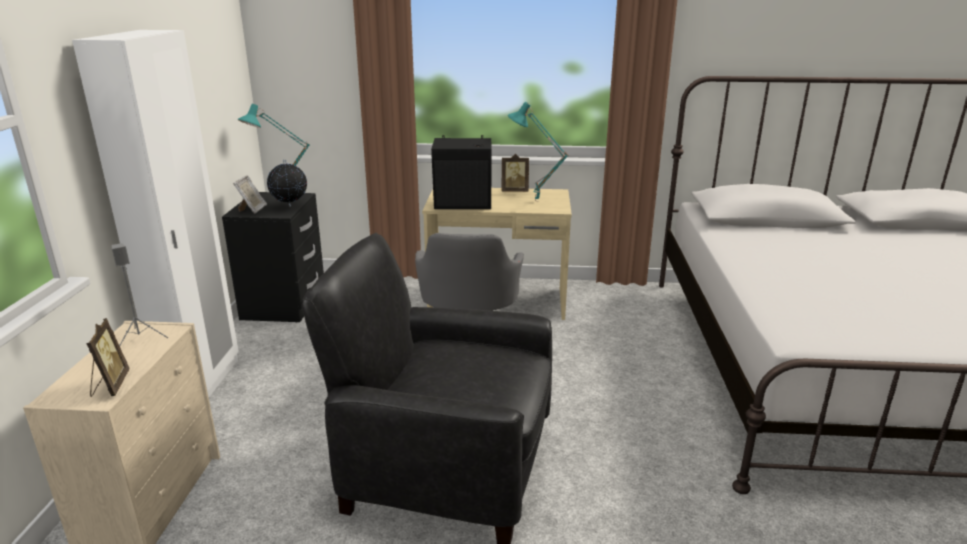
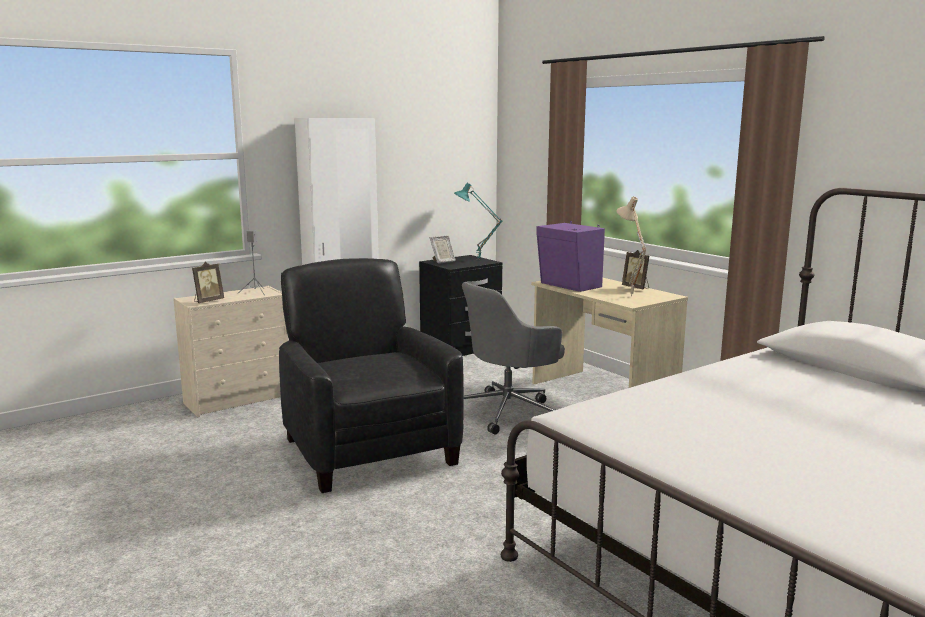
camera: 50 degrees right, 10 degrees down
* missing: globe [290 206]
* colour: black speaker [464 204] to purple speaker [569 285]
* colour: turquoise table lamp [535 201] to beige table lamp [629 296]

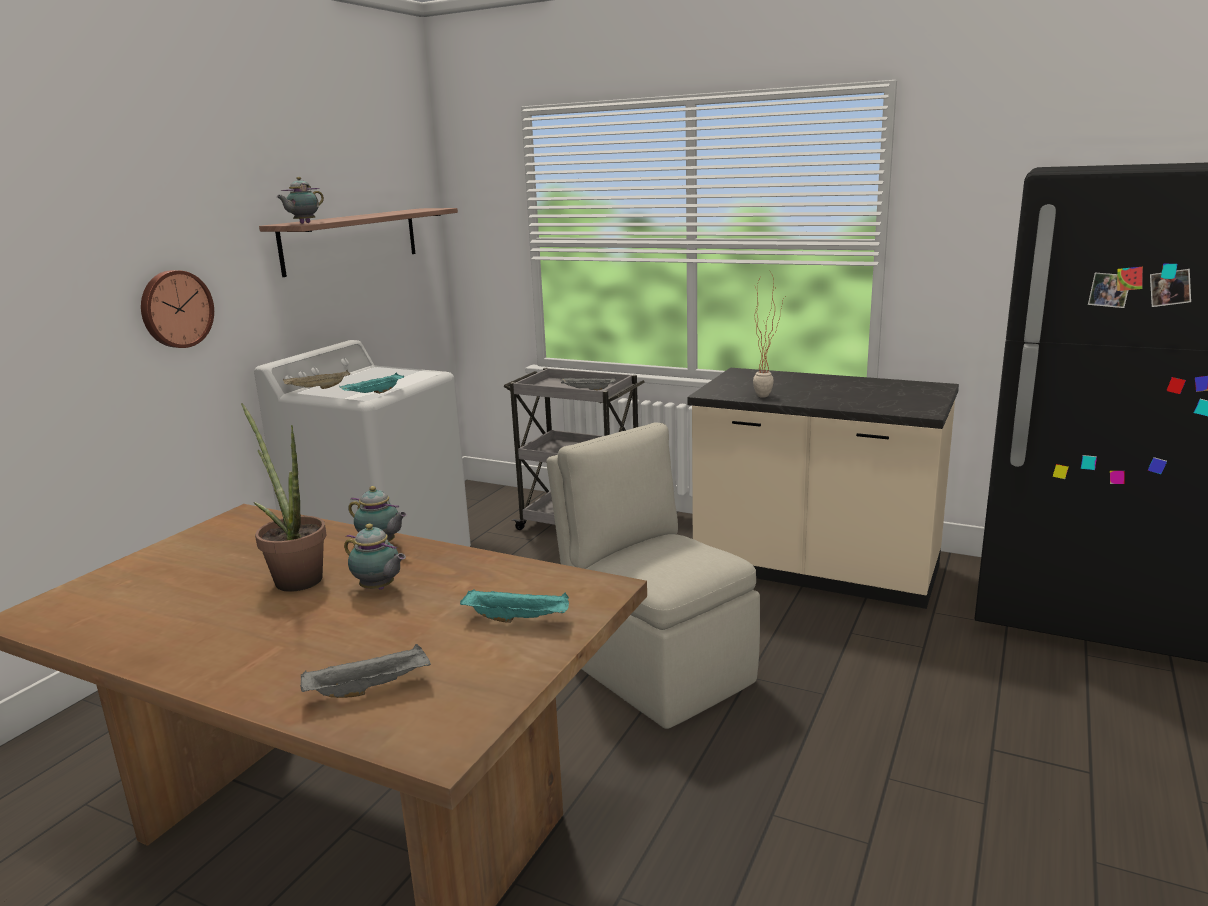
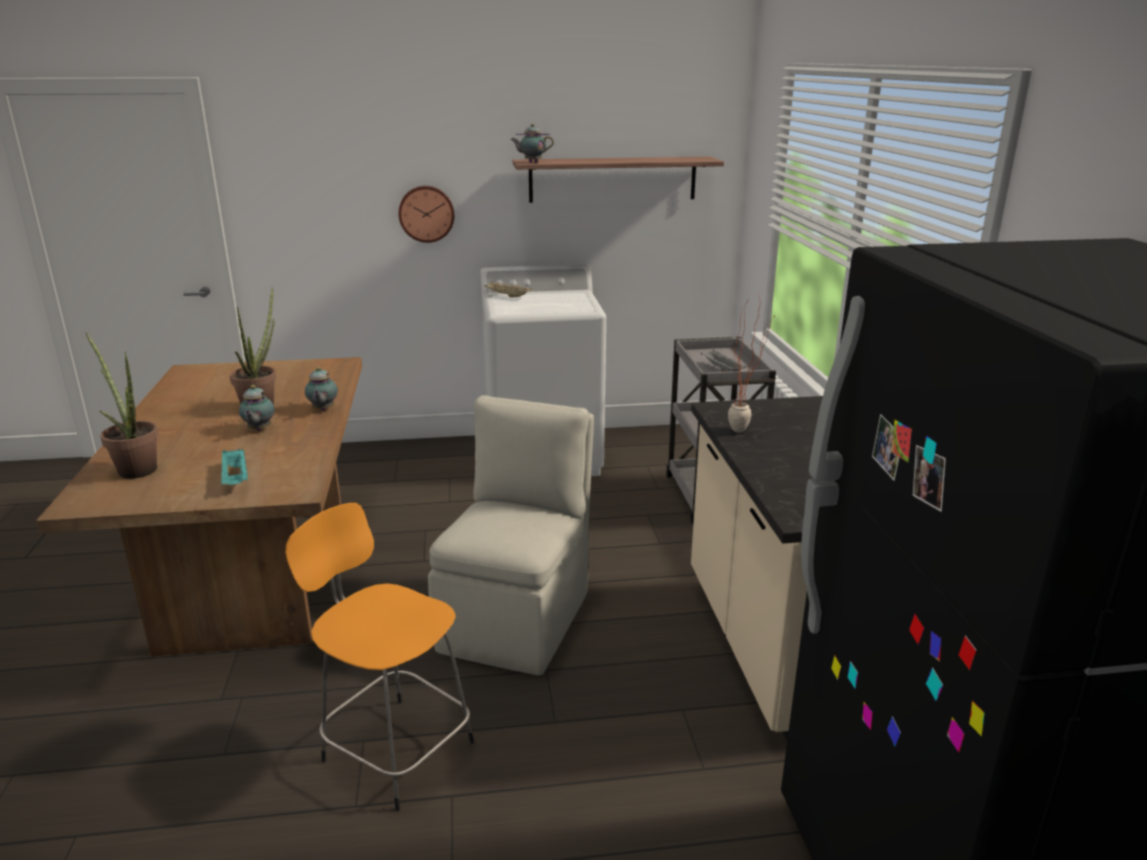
camera: 55 degrees right, 5 degrees up
* missing: turquoise tray [374 394]
* appeared: orange stool [395 748]
* exchanged: grey tray [370 688] to potted plant [134 468]

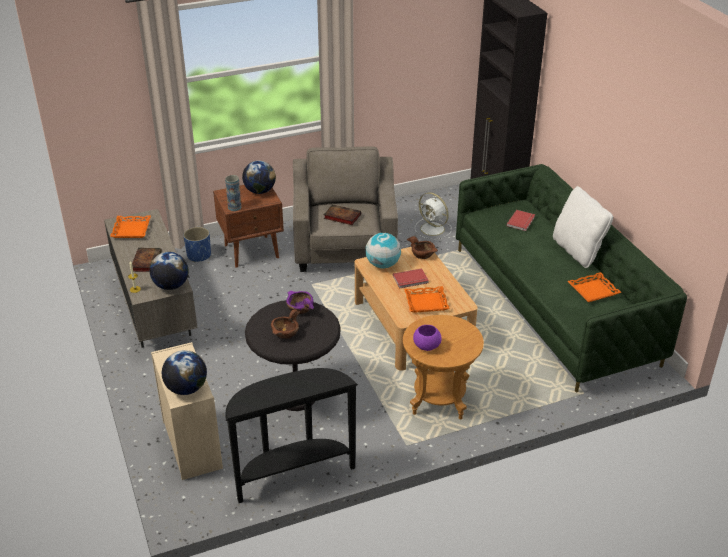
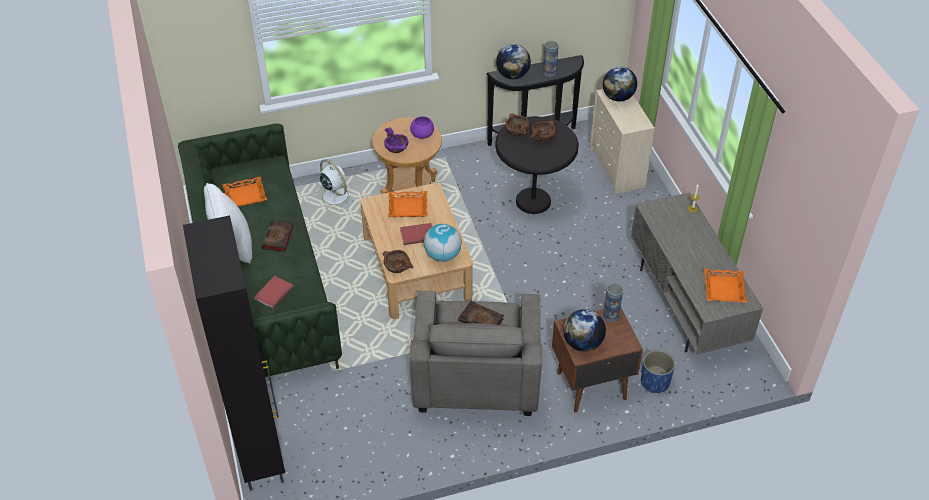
camera: 175 degrees left, 10 degrees up
* appeared: brown bowl [517 130]
* appeared: vase [549 72]
* relocated: book [146 261] to [278 238]
* relocated: globe [171 286] to [512 75]
* relocated: purple bowl [300 308] to [396 148]
* relocated: white fan [433 229] to [334 195]

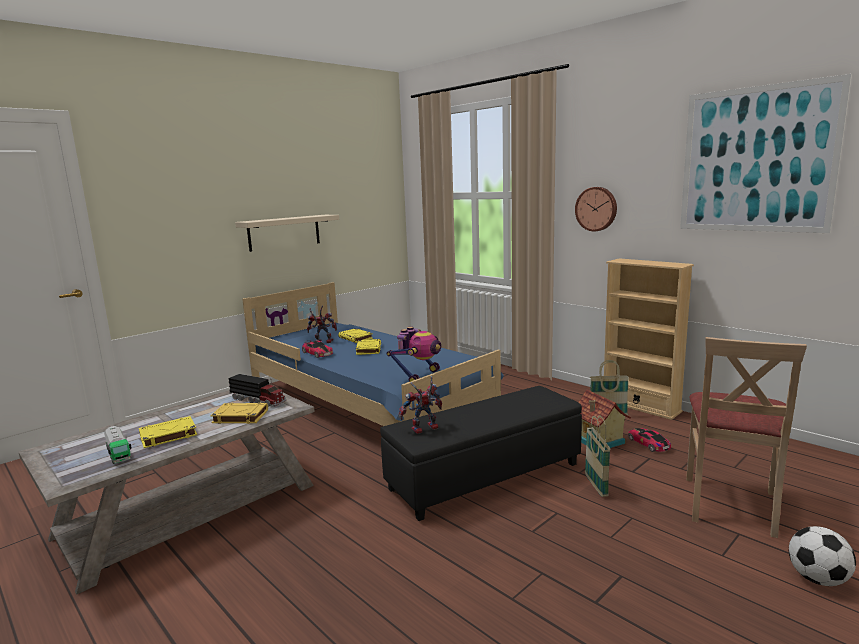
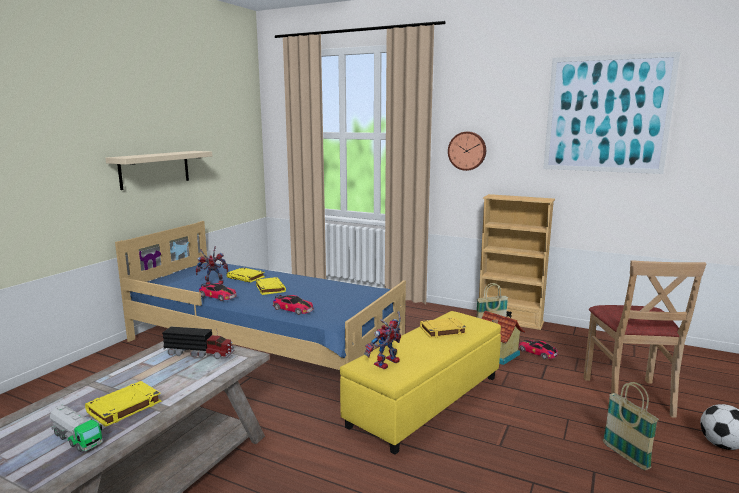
camera: 20 degrees left, 0 degrees up
* missing: toy robot [419 376]
* appeared: toy car [293 309]
* relocated: yellow book [239 417] to [442 330]
* relocated: basket [596 485] to [625 456]
* colour: black ottoman [485 477] to yellow ottoman [427 401]

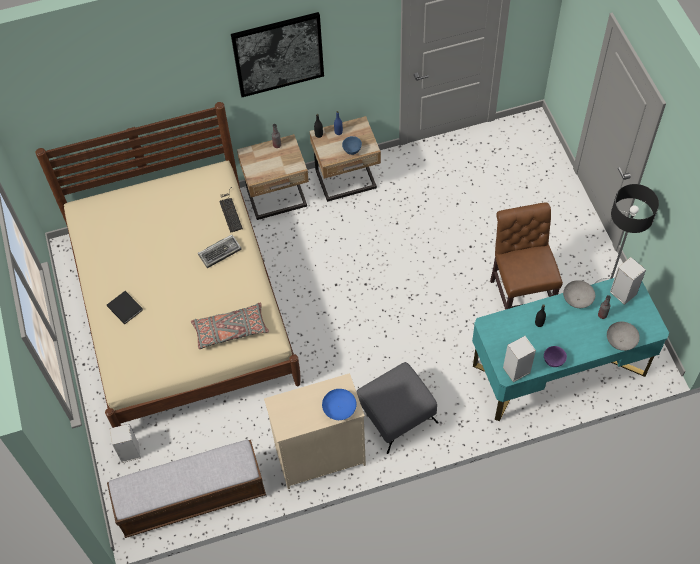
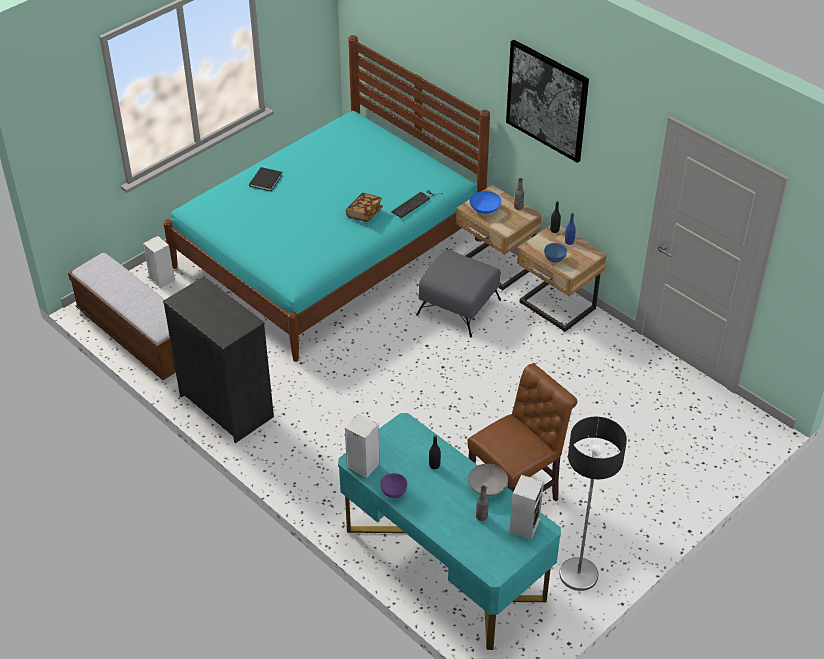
camera: 60 degrees right, 15 degrees down
* missing: grey pillow [230 330]
* missing: grey bowl [621 341]
* relocated: blue bowl [339 409] to [484 210]
* relocated: grey ottoman [395 414] to [458 307]
* exchanged: keyboard [220 252] to book [364 213]
* colour: beige bed [182 308] to turquoise bed [328 253]
* colour: beige dresser [320 456] to black dresser [227 406]

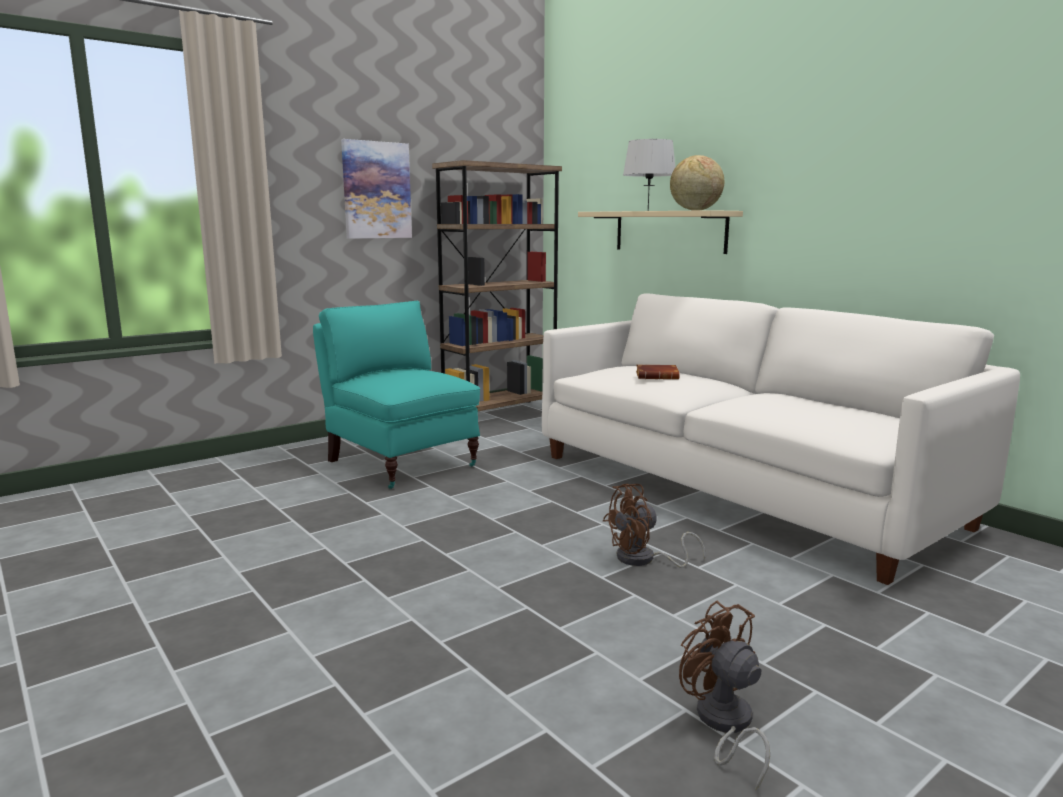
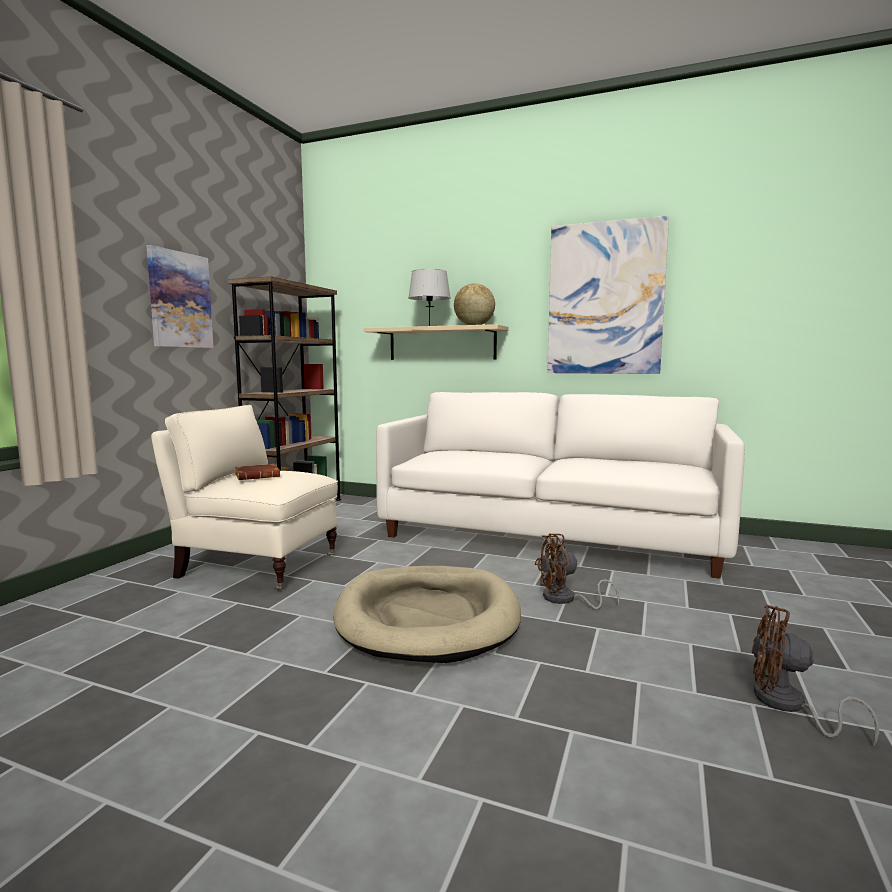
camera: 30 degrees left, 5 degrees down
* appeared: beige dog bed [427 617]
* appeared: picture [605 299]
* relocated: brown book [658 376] to [258 476]
* colour: turquoise armchair [400 462] to beige armchair [256 565]
* spun: brown fan [644 560] = [565 600] 45 degrees clockwise

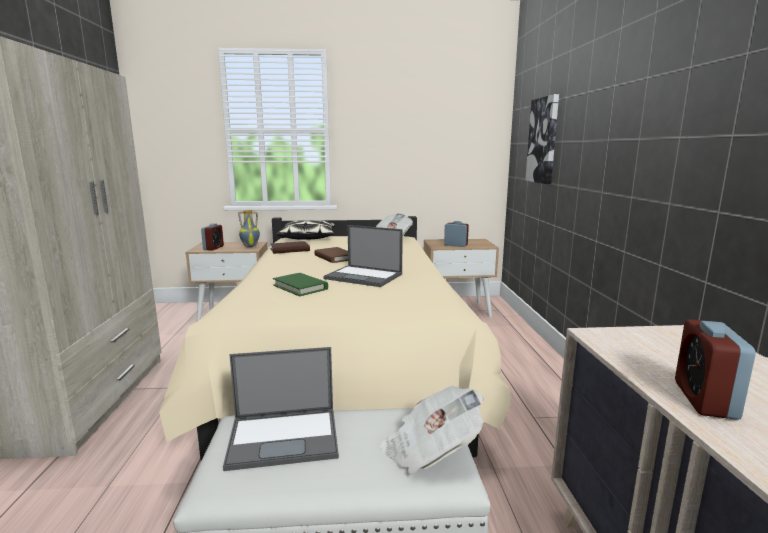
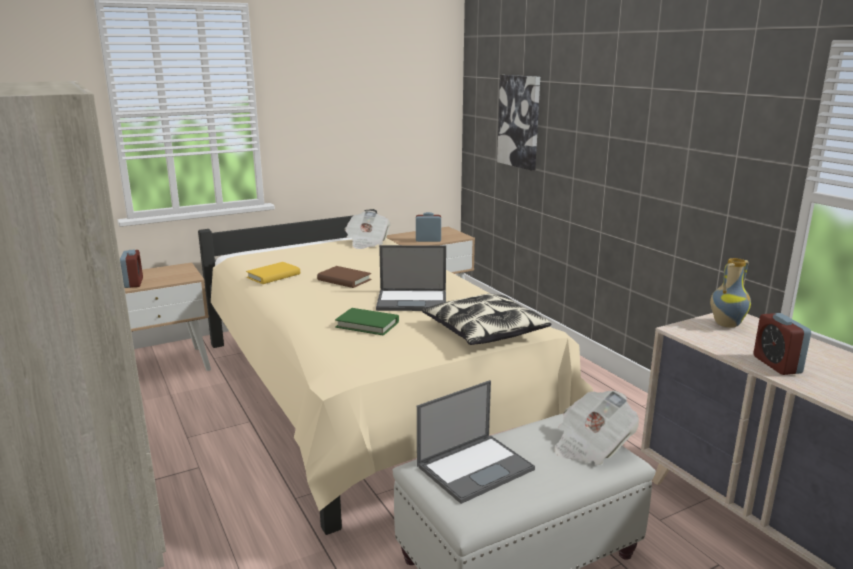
camera: 25 degrees left, 5 degrees up
* relocated: vase [250 246] to [726 324]
* relocated: pillow [308 237] to [484 331]
* colour: brown book [290 250] to yellow book [273 276]

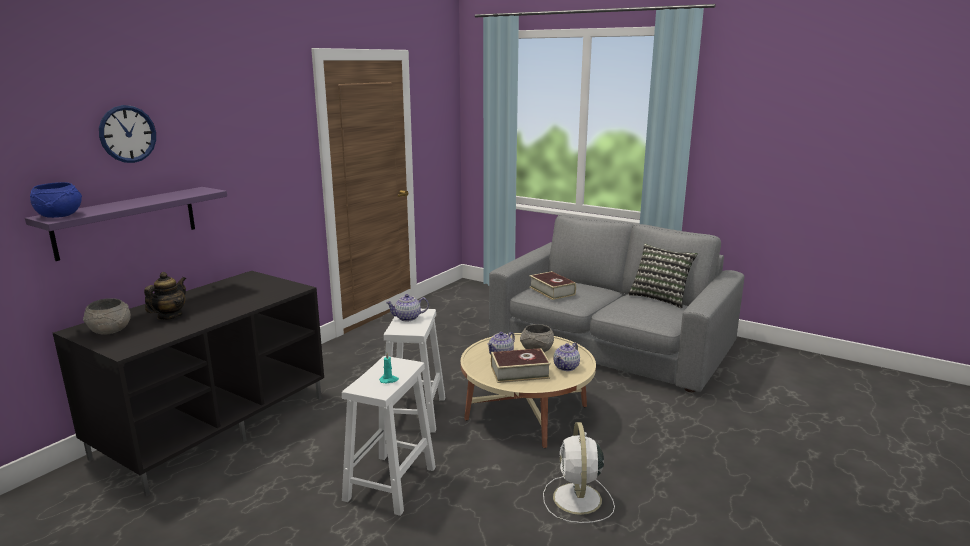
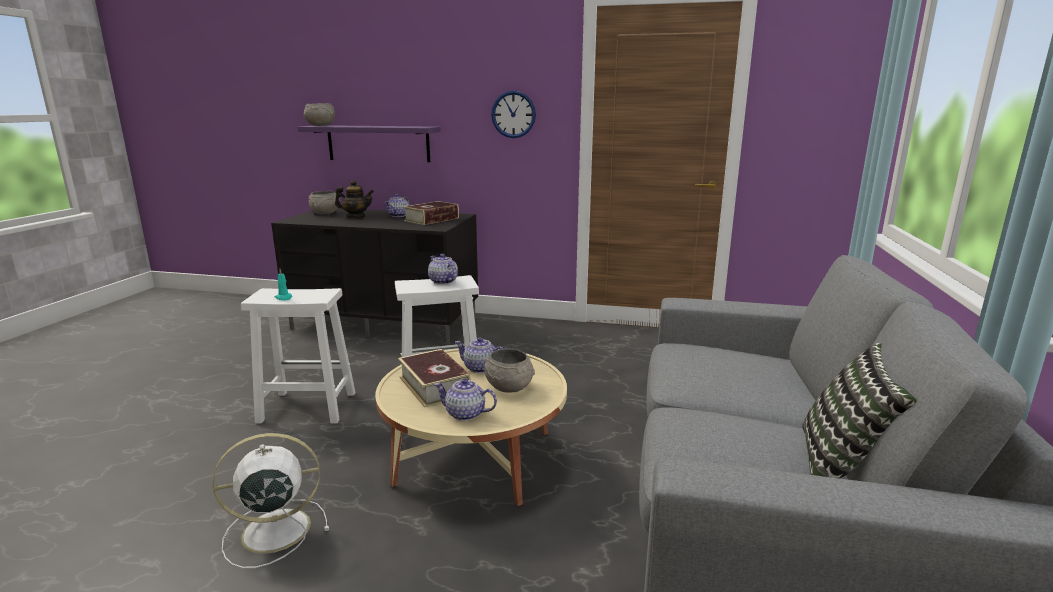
camera: 70 degrees right, 0 degrees up
* appeared: teapot [398 215]
* relocated: wall clock [127 134] to [513 114]
* relocated: book [552 291] to [432 219]
* colour: blue bowl [60 215] to grey bowl [321 125]

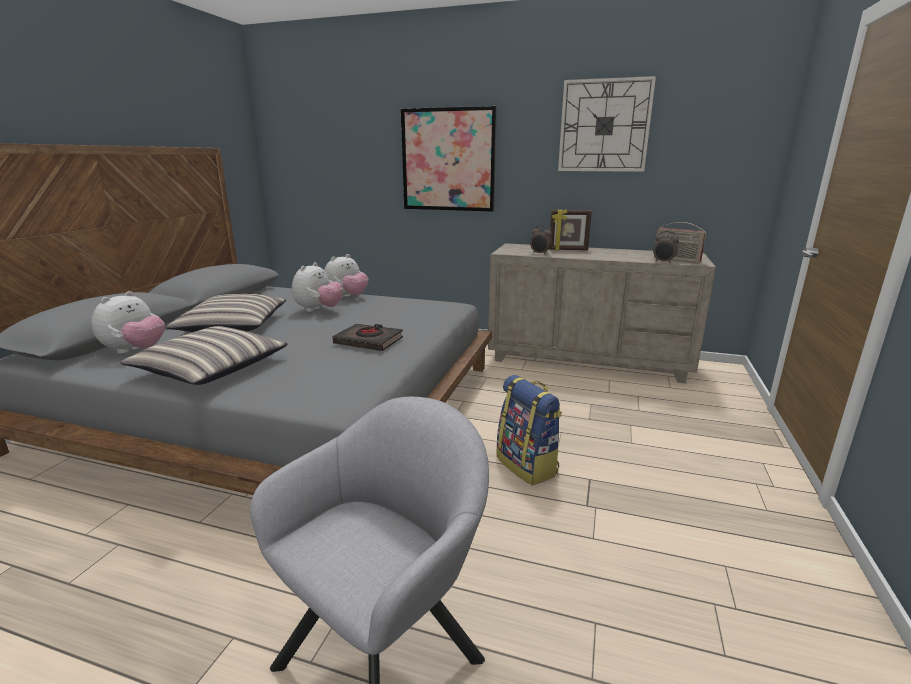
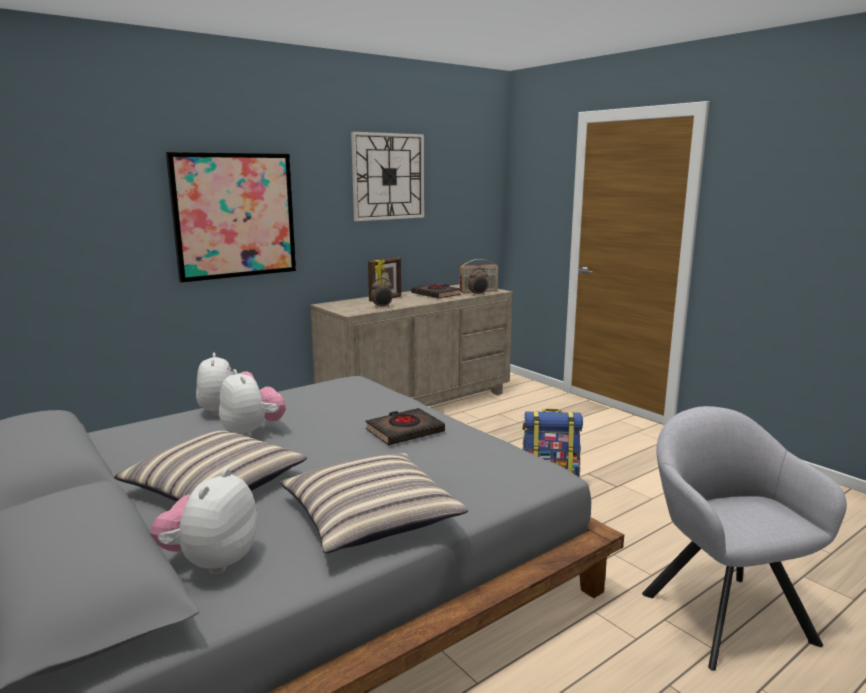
camera: 55 degrees left, 5 degrees down
* appeared: black book [436 294]
* spun: plush toy [135 351] = [211 562] 135 degrees counterclockwise

